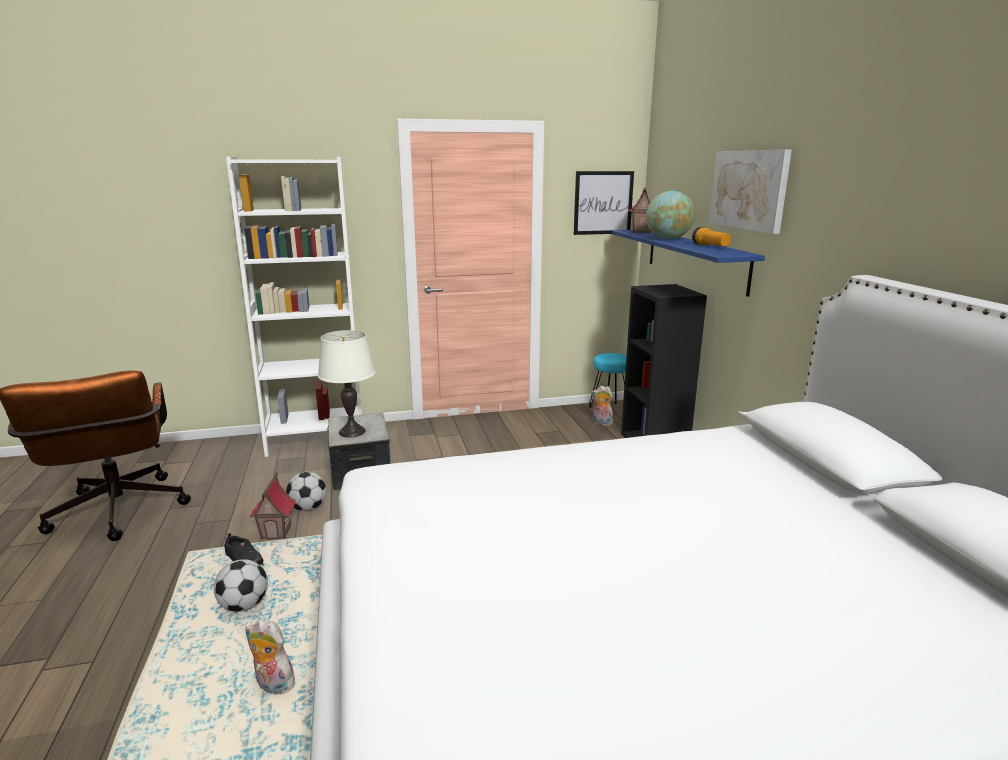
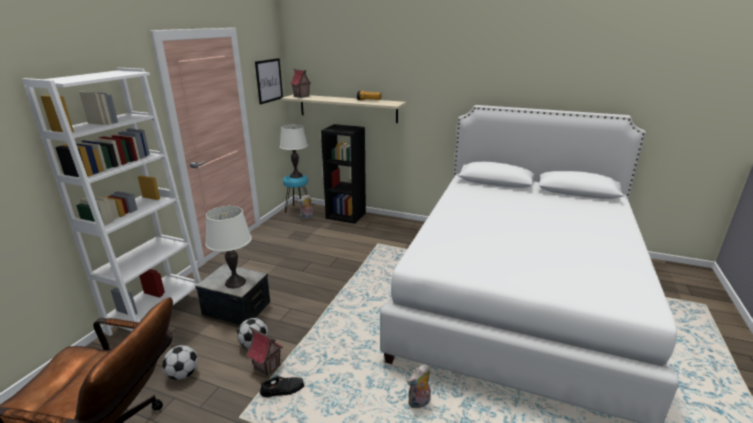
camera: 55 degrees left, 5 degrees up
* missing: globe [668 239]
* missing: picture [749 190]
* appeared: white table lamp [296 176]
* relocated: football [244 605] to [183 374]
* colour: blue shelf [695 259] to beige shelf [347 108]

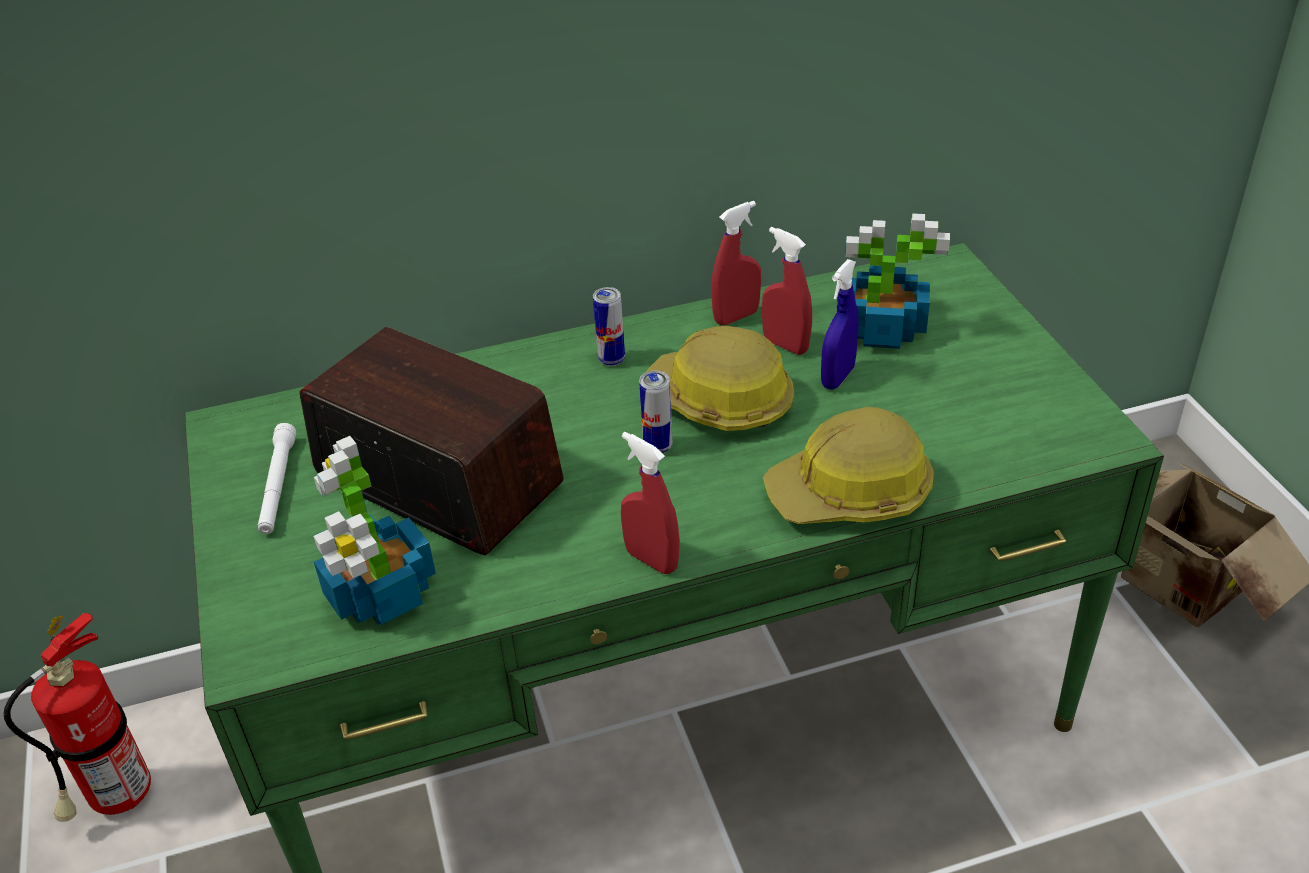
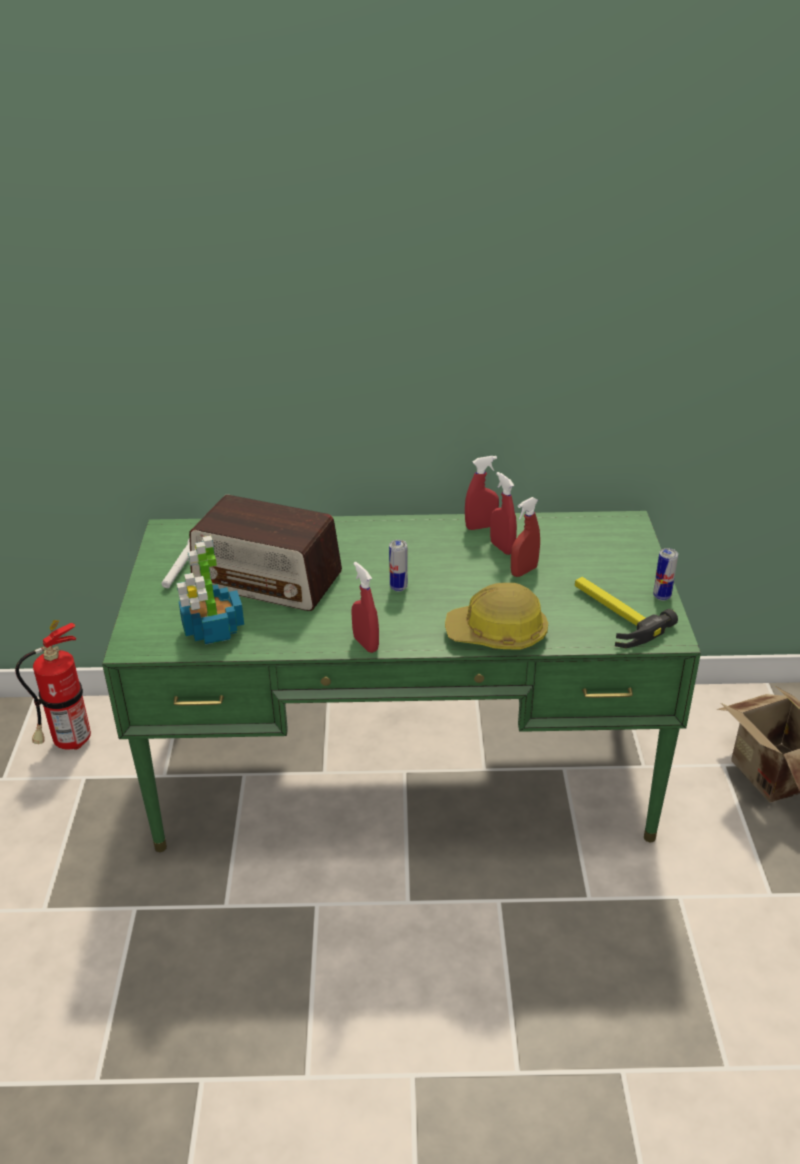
camera: 15 degrees right, 5 degrees down
* missing: hard hat [719 401]
* missing: potted plant [881 328]
* appeared: hammer [612 614]
* relocated: can [611 360] to [661 596]
* colour: blue spray bottle [838 377] to red spray bottle [524 571]
* spun: radio [437 479] = [268 580] 150 degrees clockwise

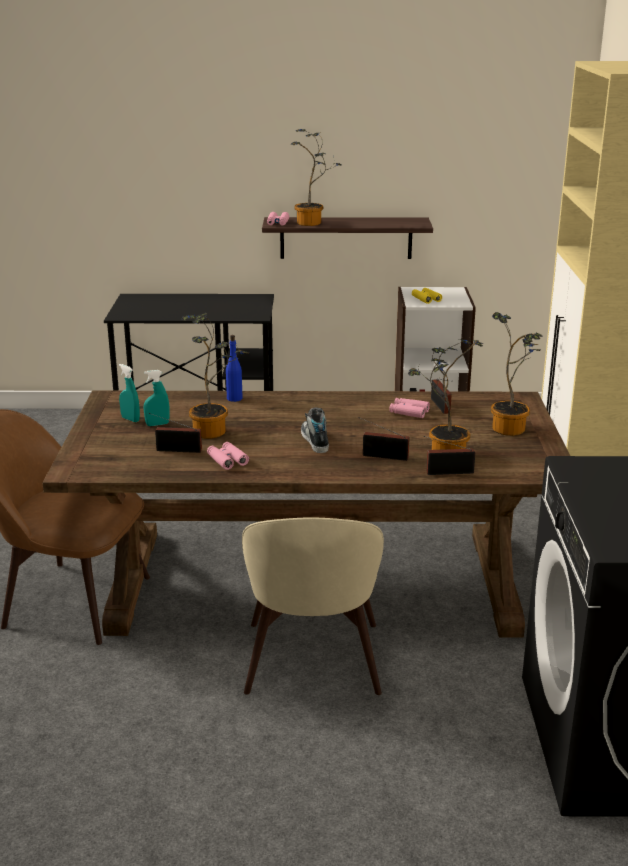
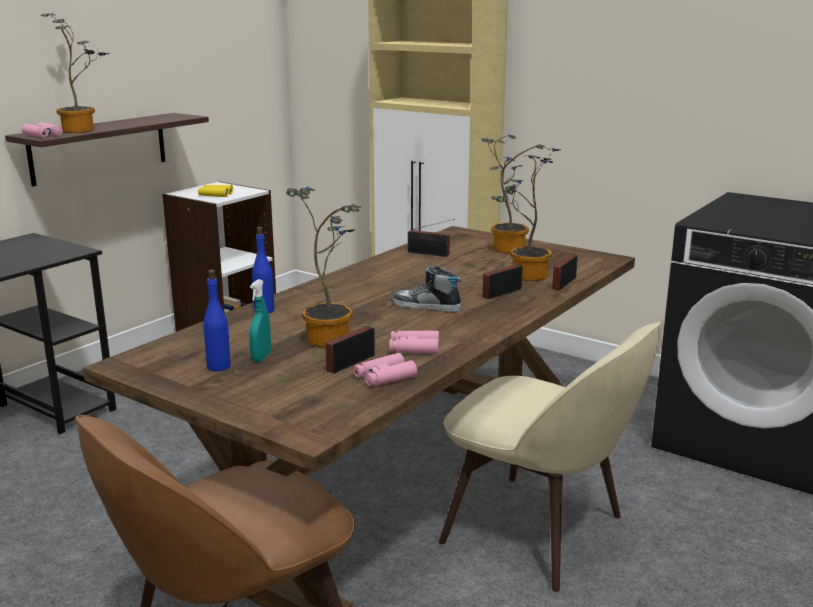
camera: 55 degrees left, 5 degrees down
* relocated: pink binoculars [409 412] to [384 377]
* exchanged: turquoise spray bottle [130 419] to blue bottle [219 367]

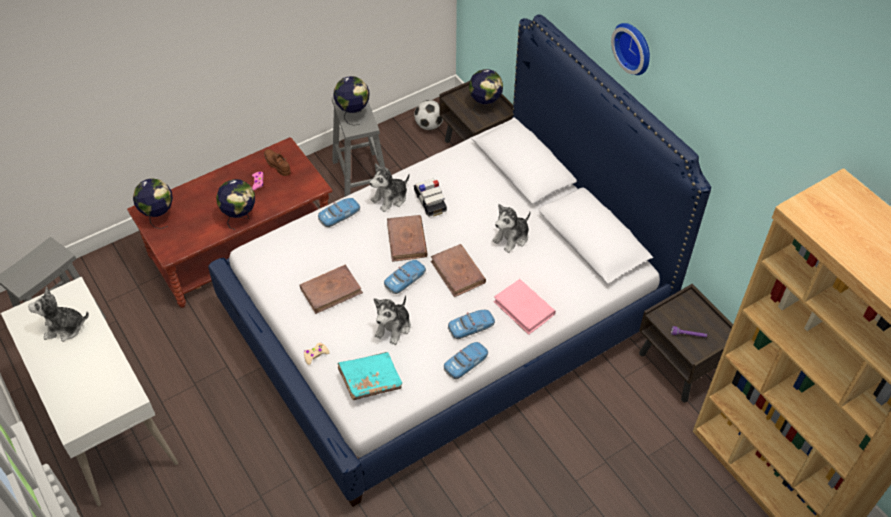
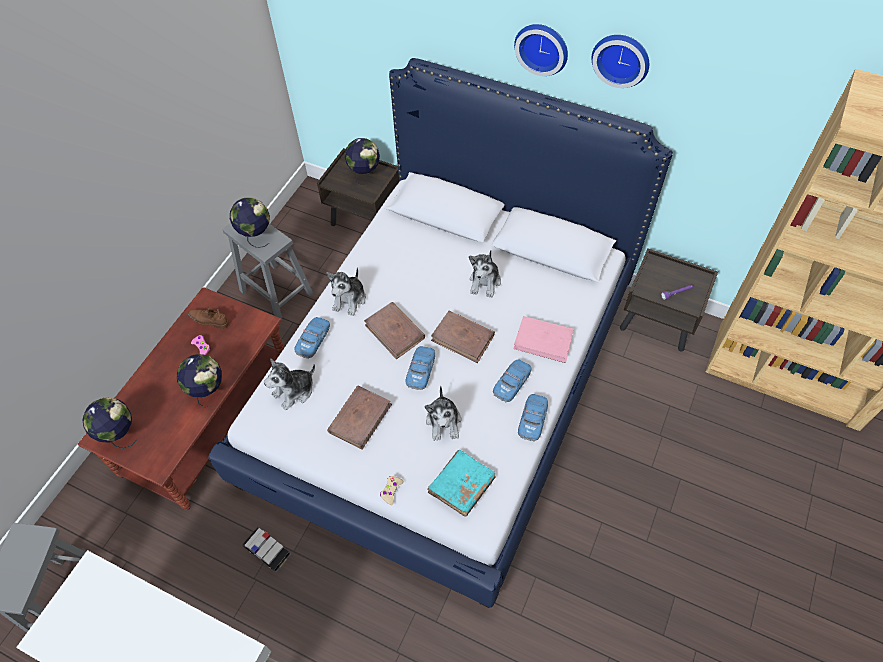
camera: 30 degrees left, 5 degrees up
* missing: football [429 125]
* appeared: wall clock [621 58]
* relocated: plush toy [64 328] to [294 391]
* relocated: toy car [430 202] to [268 551]

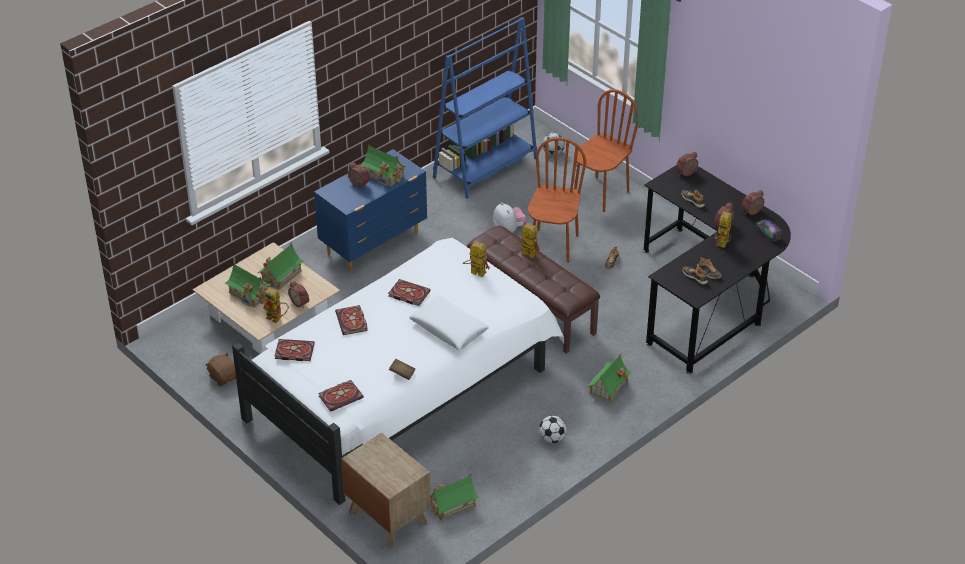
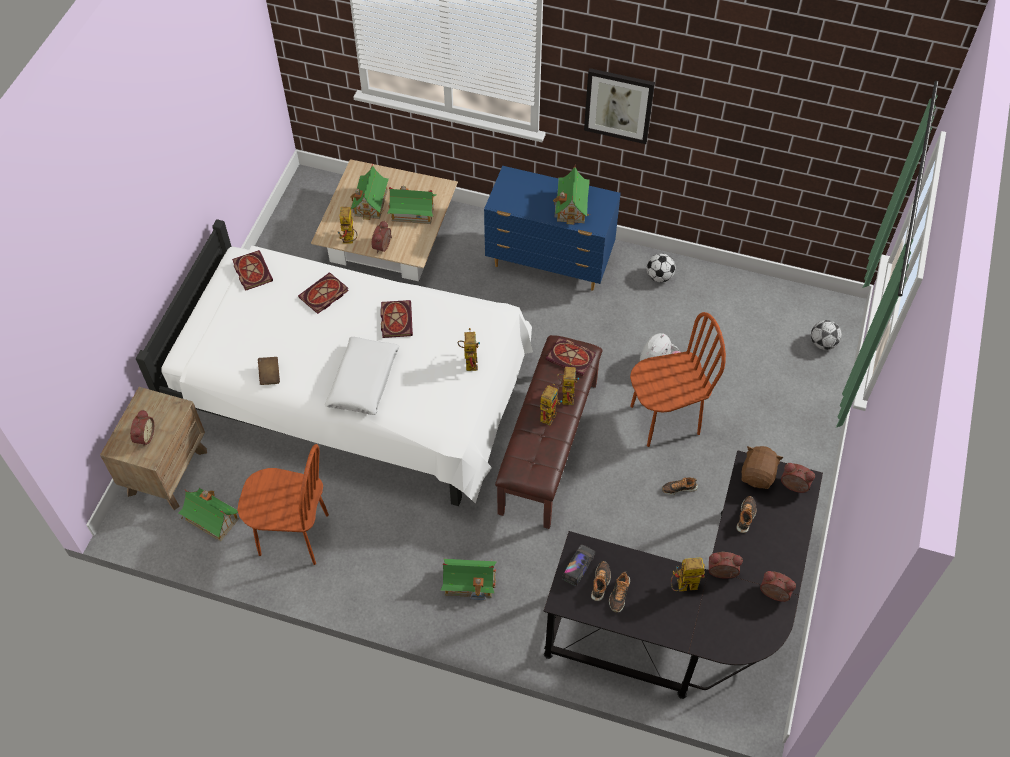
camera: 60 degrees right, 15 degrees up
* missing: blue bookcase [485 168]
* appeared: toy robot [548 413]
* appeared: picture [619 105]
* relocated: brown plush toy [223 377] to [758 475]
* relocated: book [341 396] to [572 357]
* relocated: alarm clock [358 184] to [144 436]
* relocated: football [552 438] to [659 276]
* relocated: brown chair [600 194] to [293 535]
* relocated: toy truck [768 233] to [578 567]

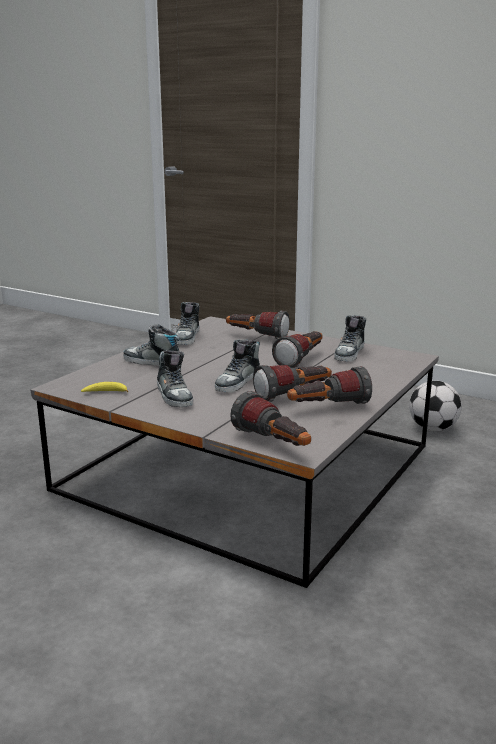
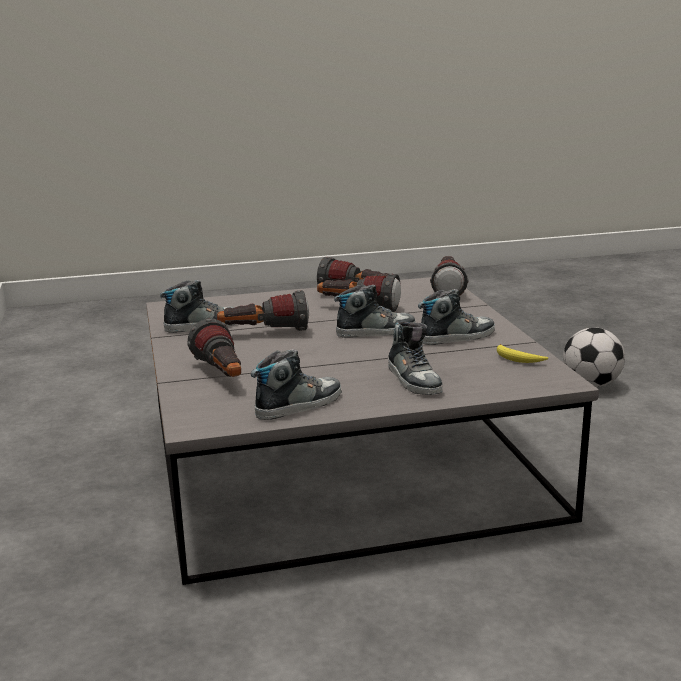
camera: 135 degrees left, 0 degrees up
* relocated: football [432 428] to [591 384]
* spun: shoe [174 395] = [457 337] 45 degrees clockwise

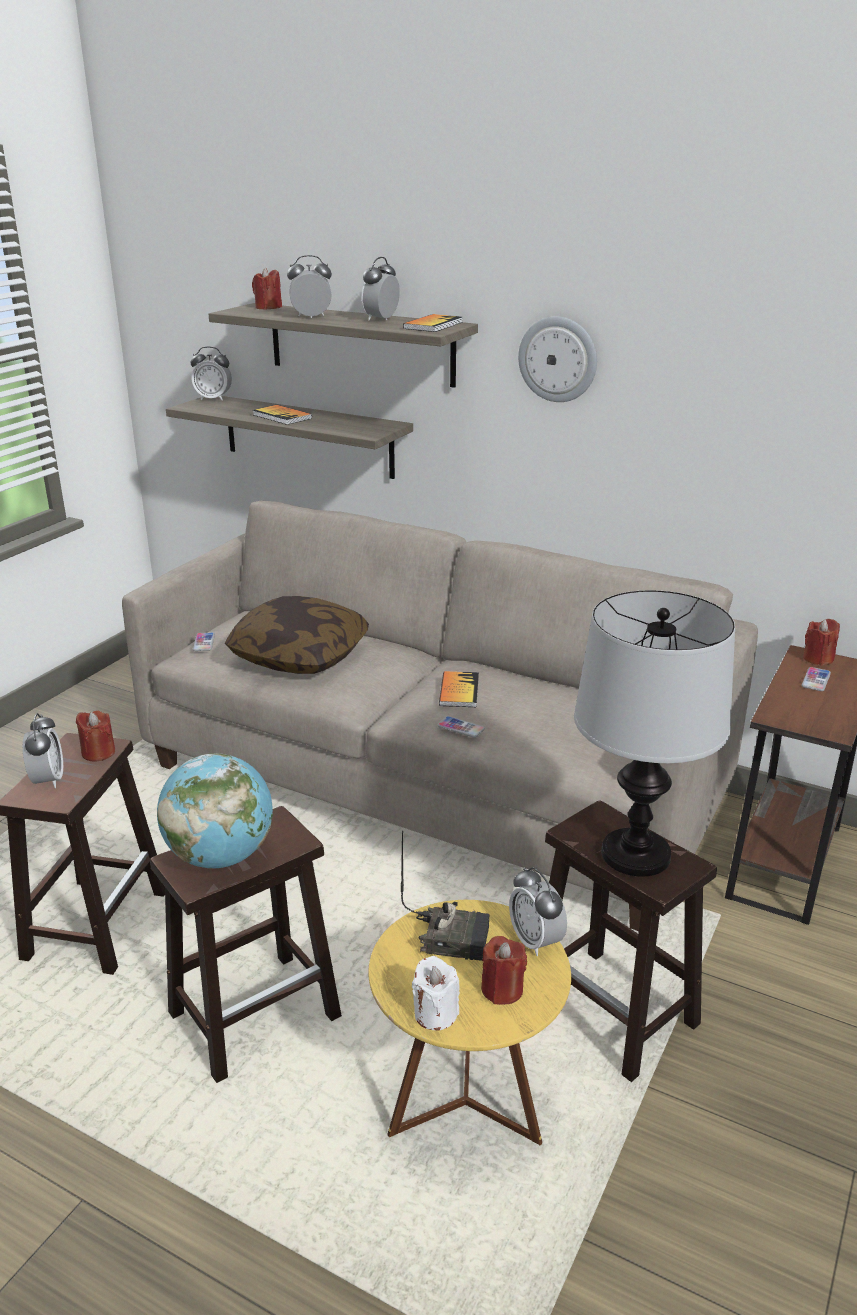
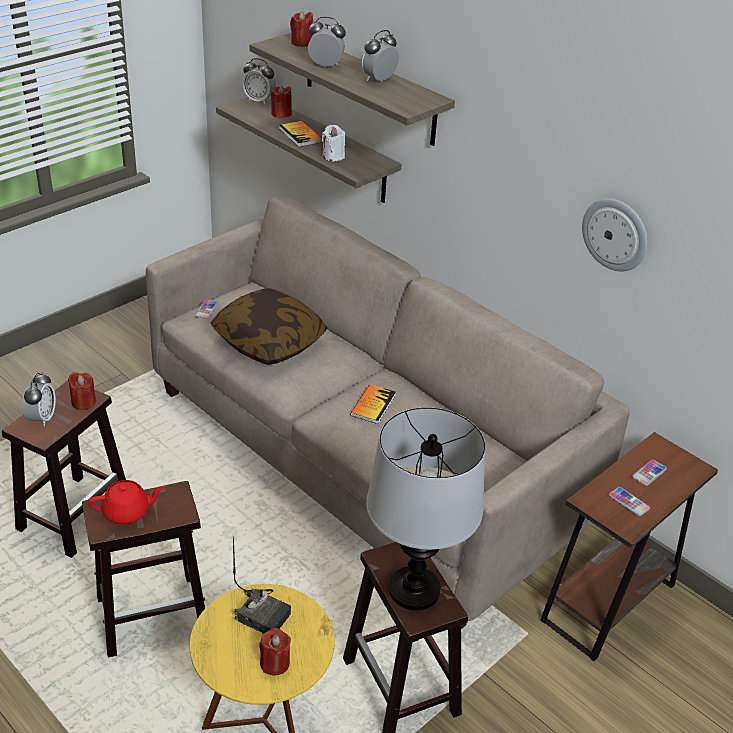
camera: 15 degrees right, 10 degrees up
* missing: book [433 325]
* missing: alarm clock [535 941]
* relocated: white candle [435 1014] to [333 156]
* relocated: phone [461 728] to [629 502]
* relocated: wall clock [558 359] to [615 234]
* relocated: red candle [818 659] to [281 114]
* exchanged: globe [220 856] to red teapot [127 512]

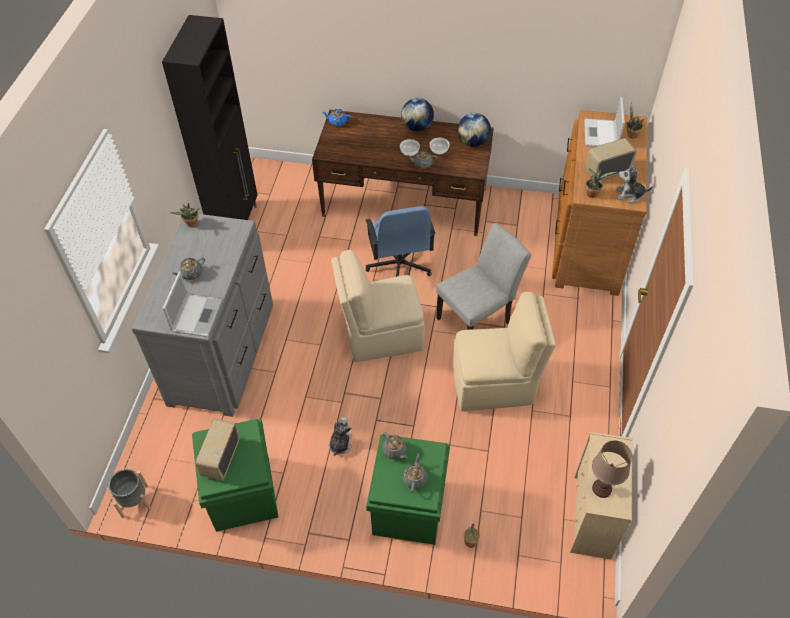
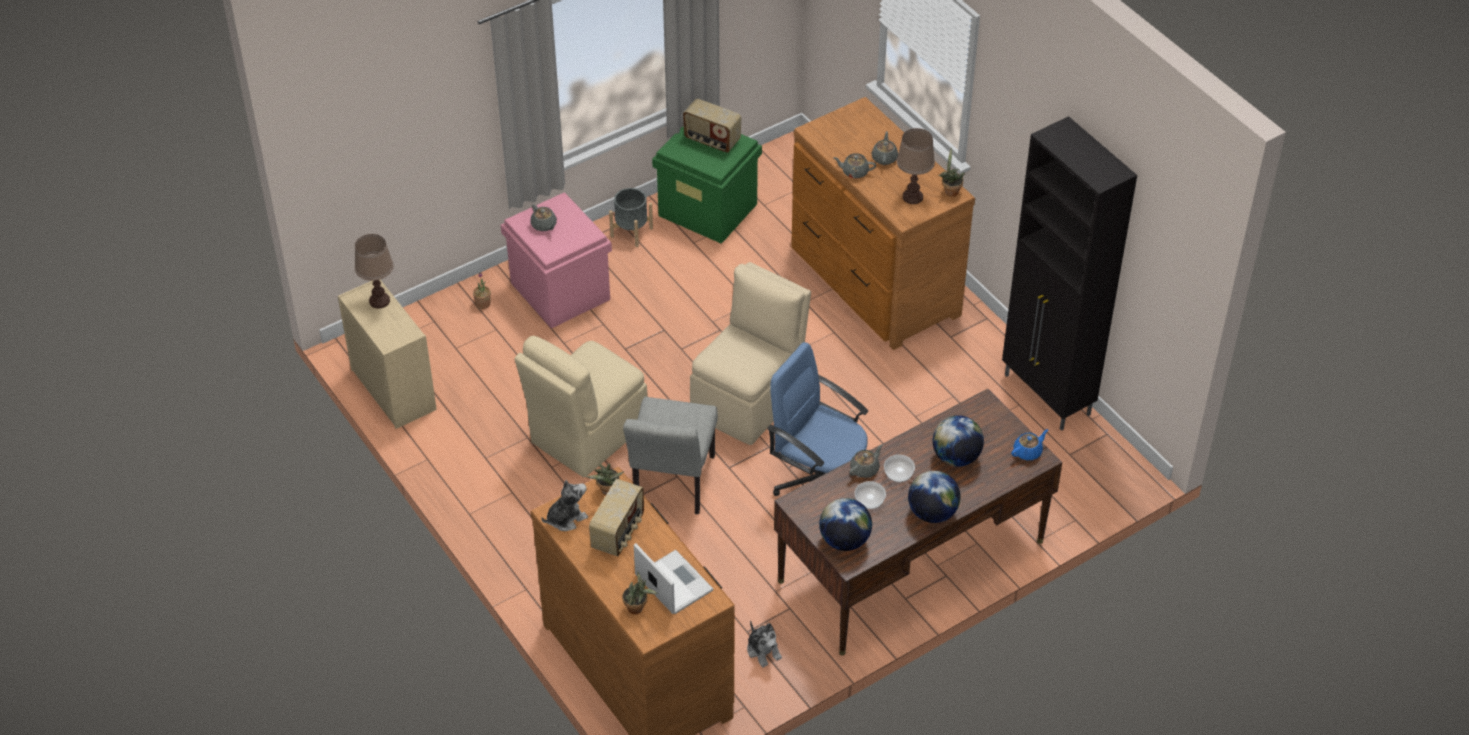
camera: 135 degrees right, 5 degrees down
* missing: laptop [197 314]
* appeared: brown table lamp [912 197]
* appeared: globe [956 457]
* relocated: grey planter [134 501] to [631 232]
* relocated: plush toy [340 444] to [763 650]
* relocated: grey teapot [395 451] to [854 172]
* colour: grey dresser [224 353] to brown dresser [873 282]
* colour: green storage box [409 508] to pink storage box [559 291]
* spun: radio [221 458] = [711 140] 150 degrees clockwise

